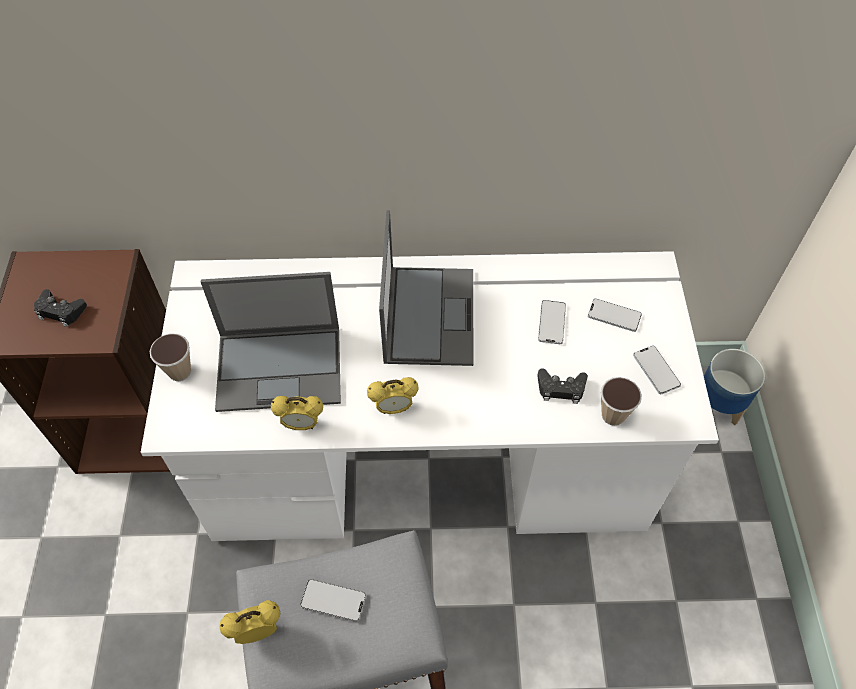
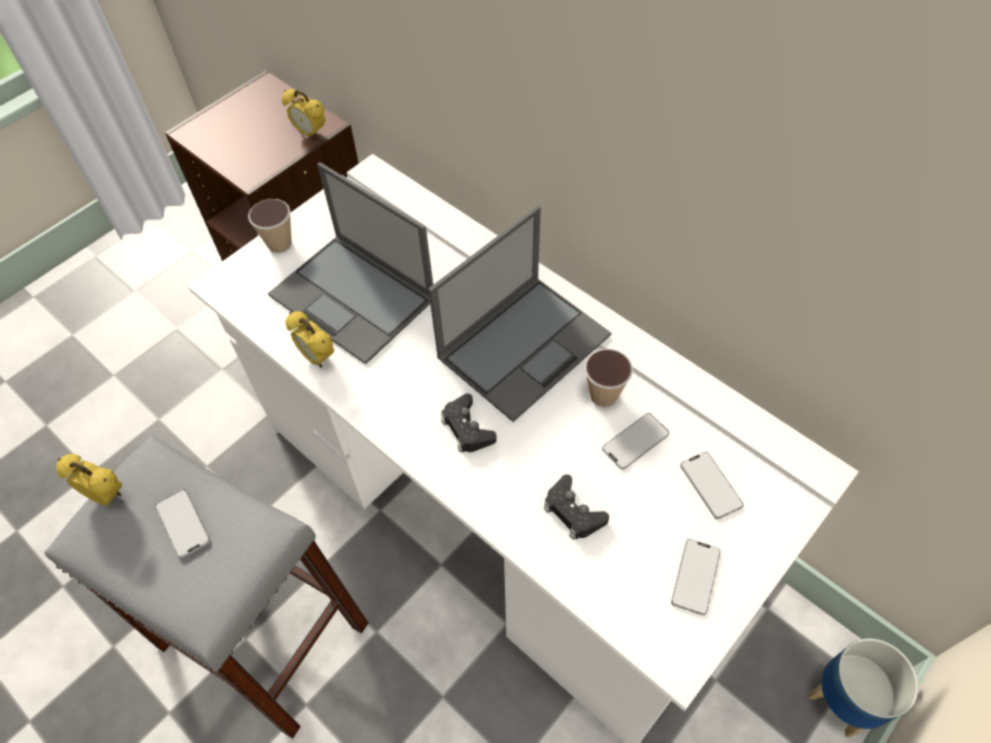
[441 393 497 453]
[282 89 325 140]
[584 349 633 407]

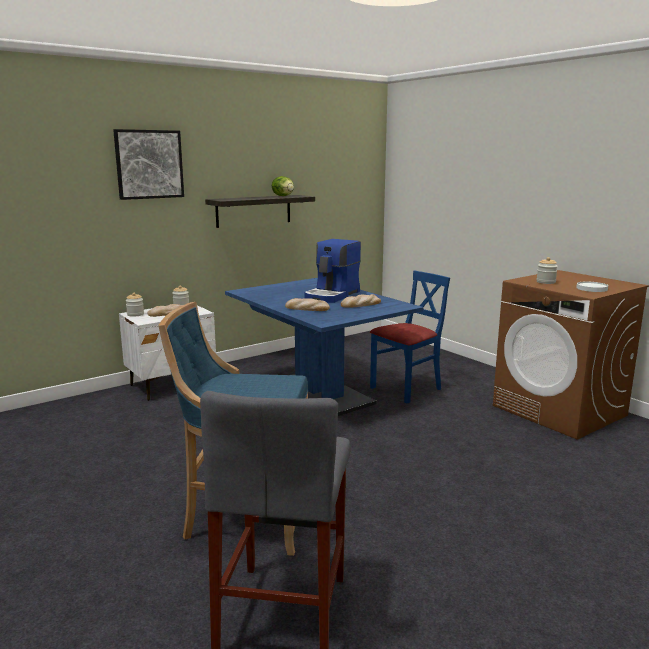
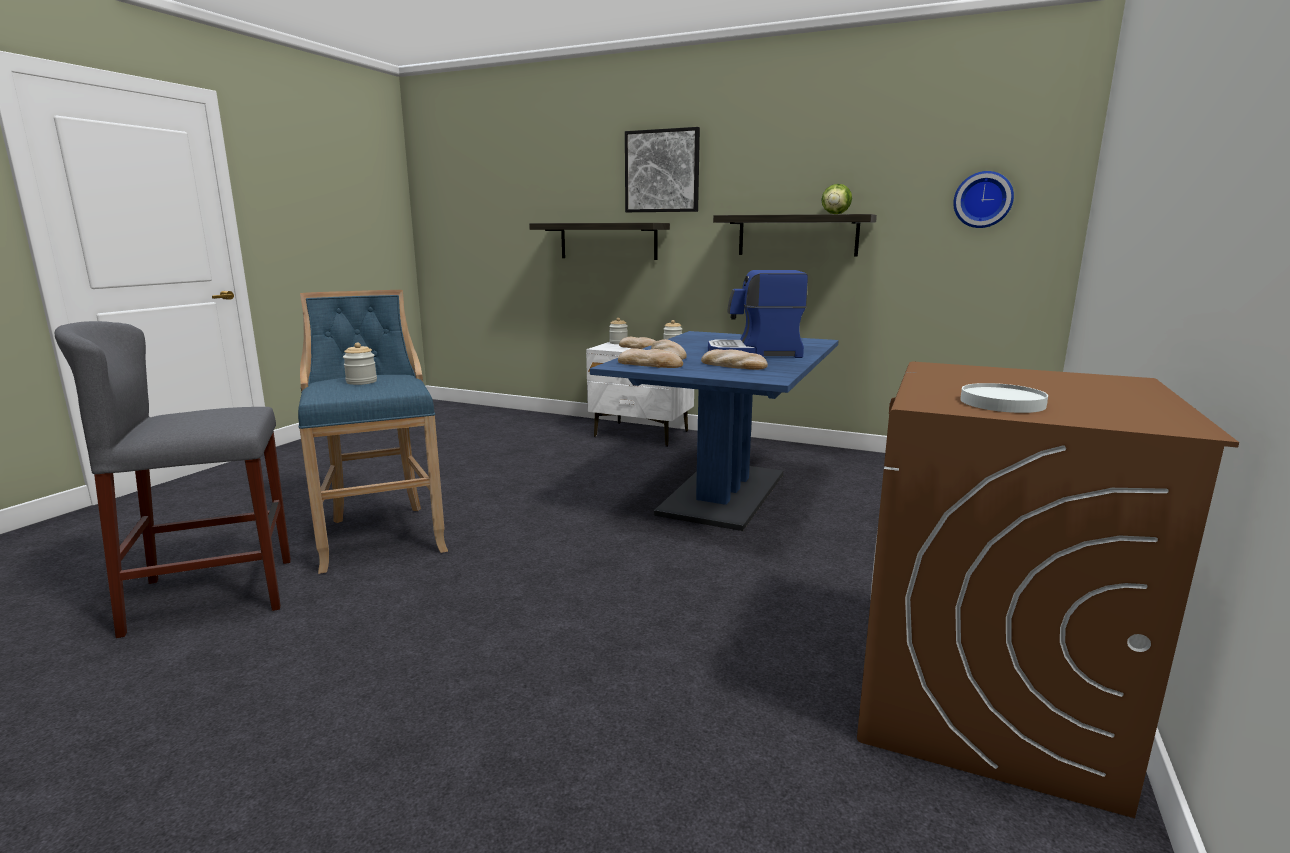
[370 271 450 404] (first image)
[343 342 377 385]
[529 223 670 260]
[618 348 683 368]
[953 171 1014 228]

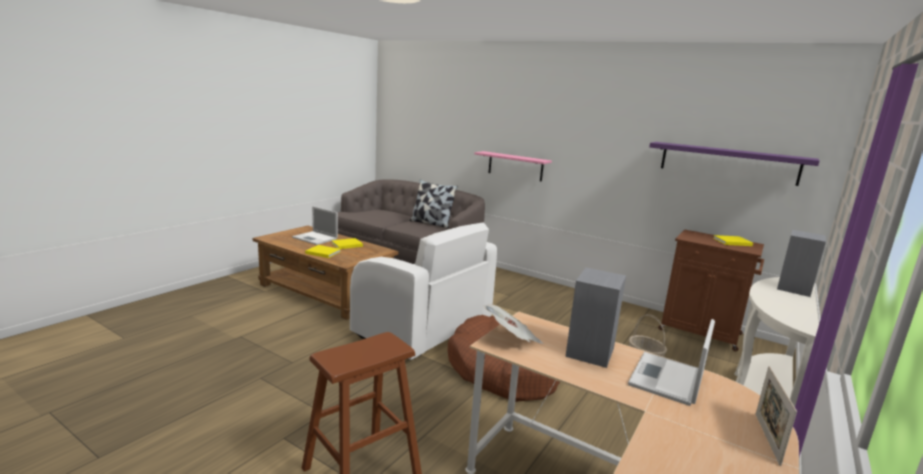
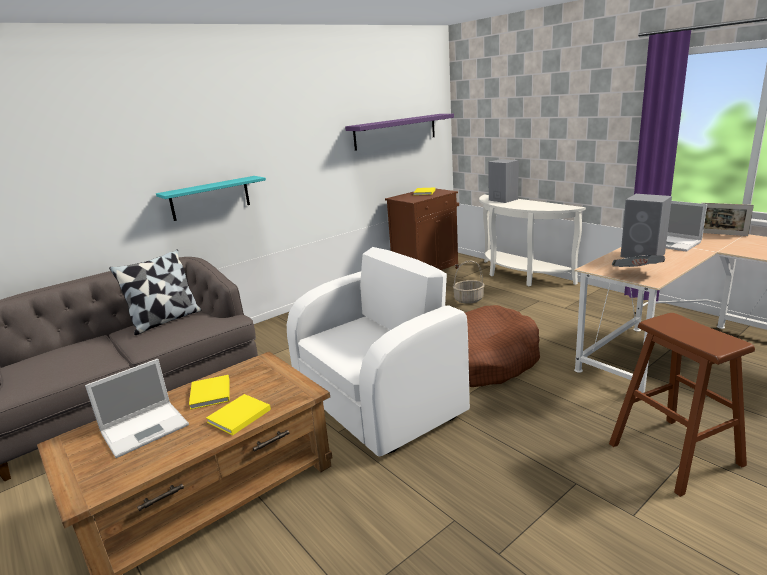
[156 176 266 221]

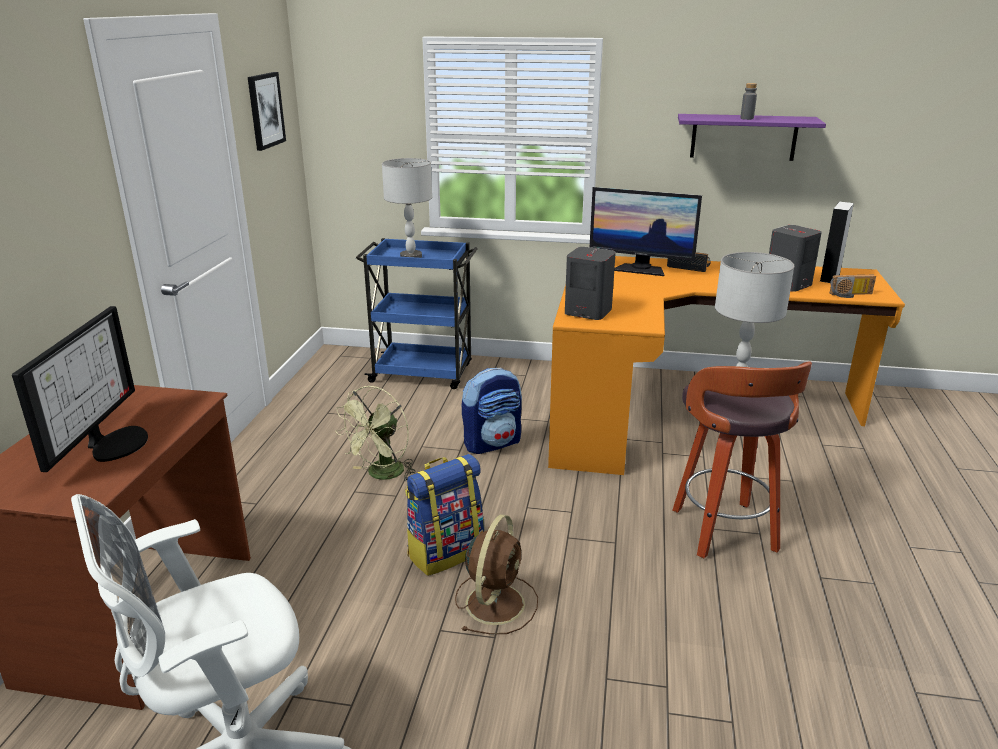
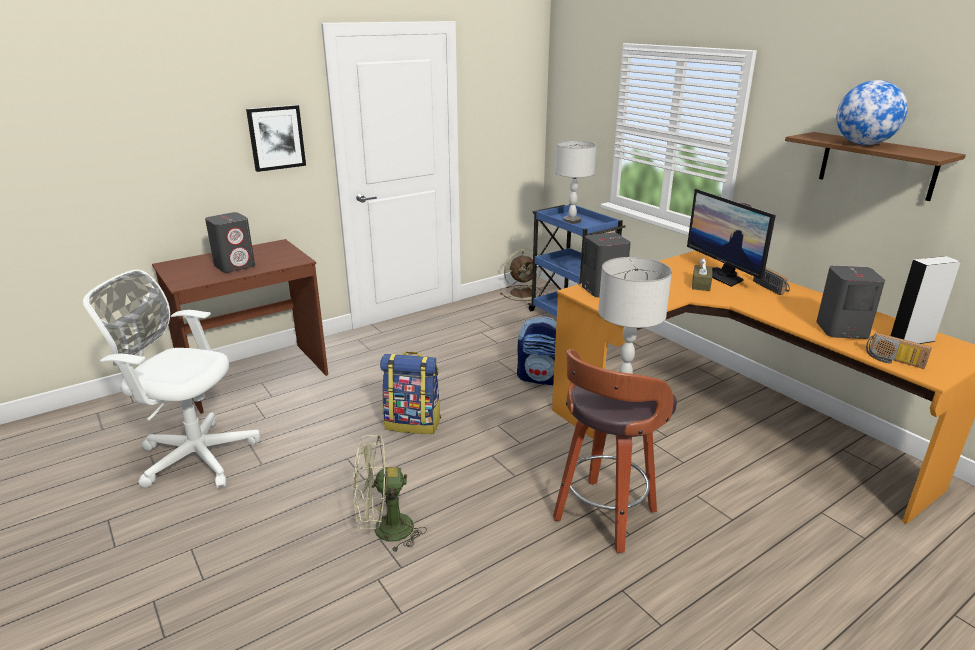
[205 212 255 273]
[246 105 306 172]
[353 435 427 554]
[500 249 544 301]
[785 132 966 201]
[837 80 908 145]
[692 258 712 291]

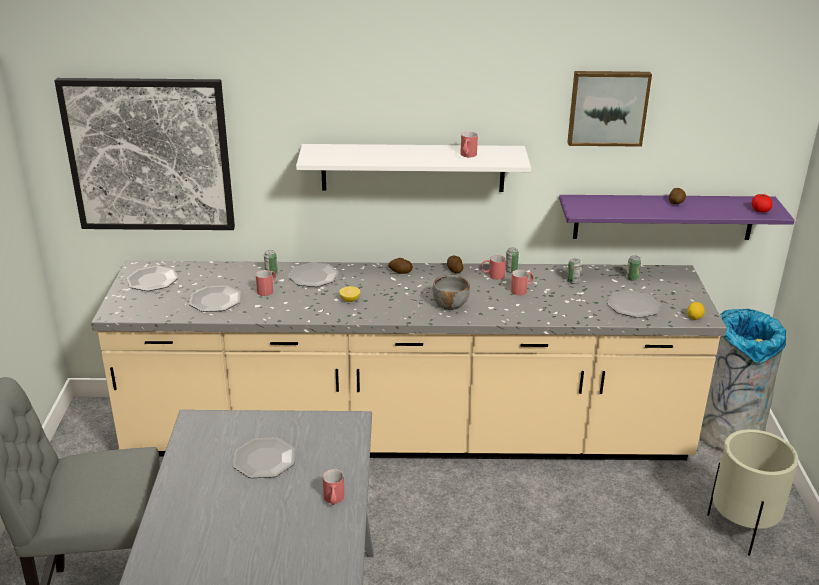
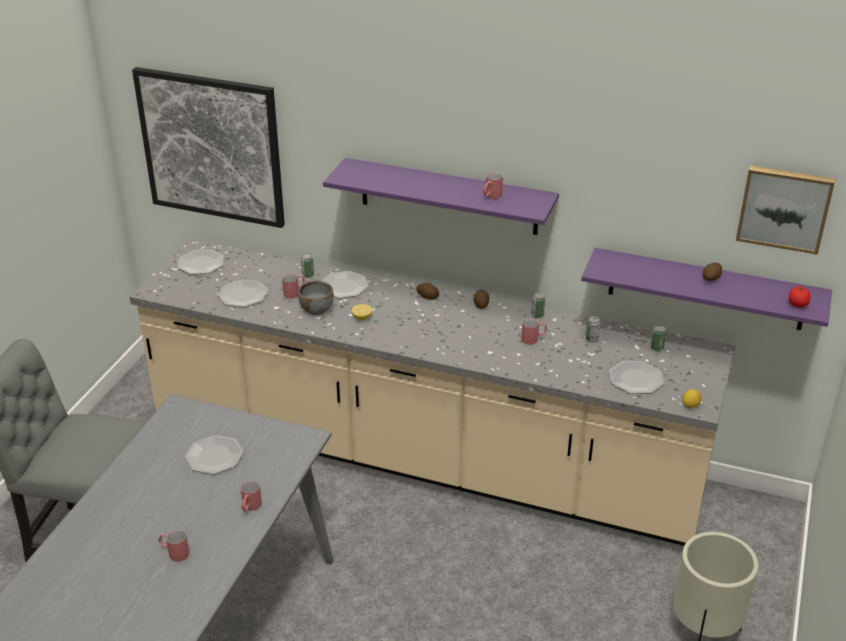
[323 158 559 235]
[298 280 334 315]
[158 529 189 562]
[736 166 835 255]
[700 309 786 450] (first image)

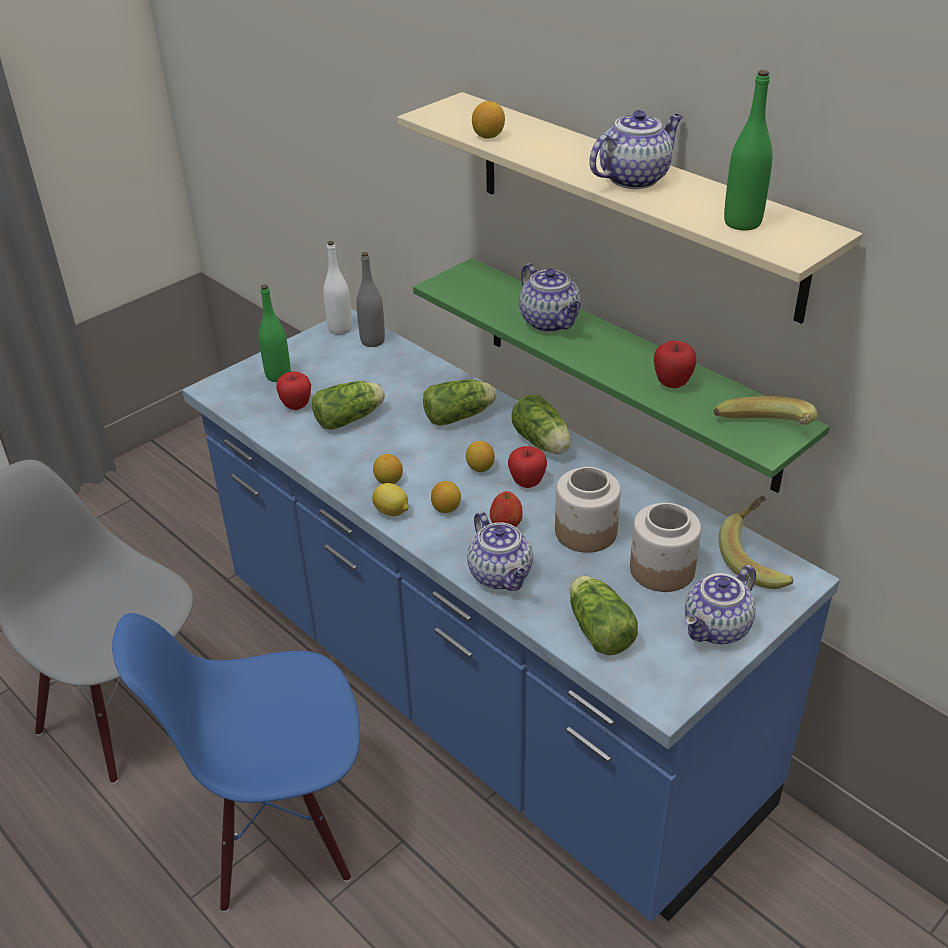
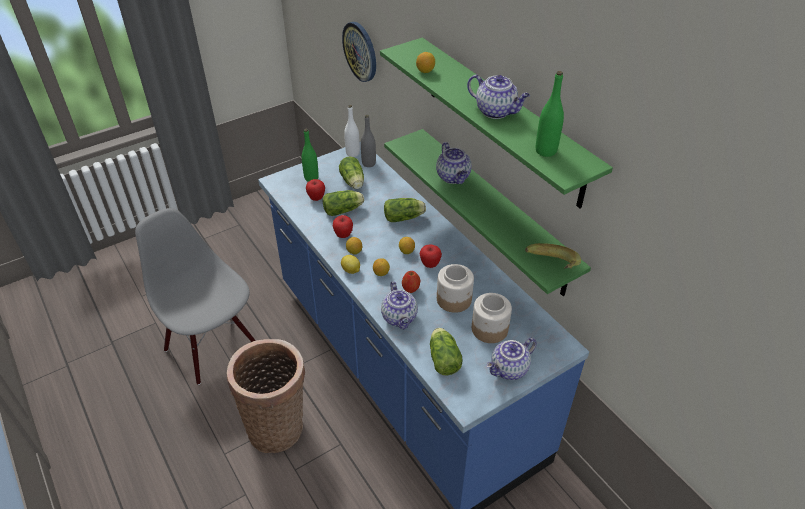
[227 339 305 453]
[380 38 613 208]
[339 156 364 189]
[467 75 530 119]
[333 215 353 238]
[719 495 793 589] (first image)
[342 22 376 82]

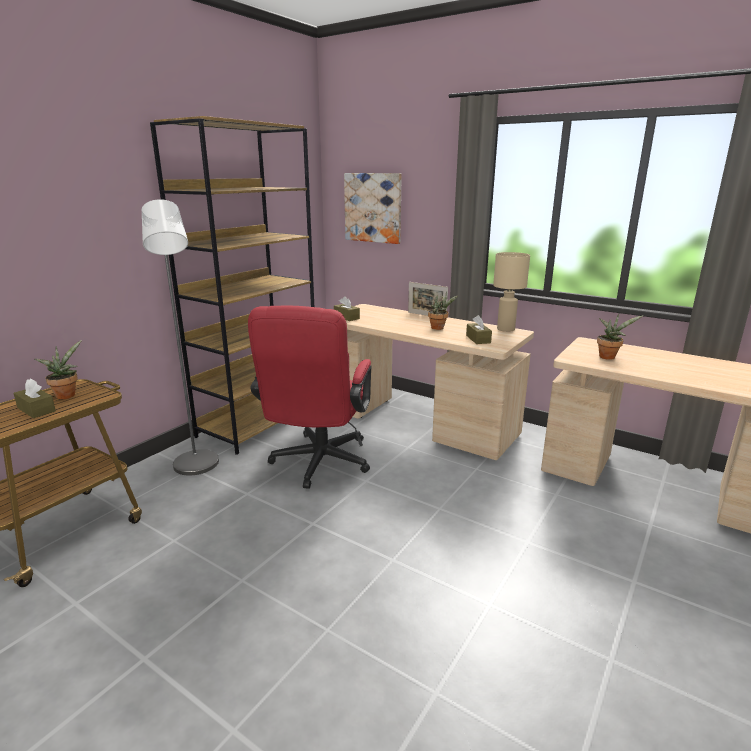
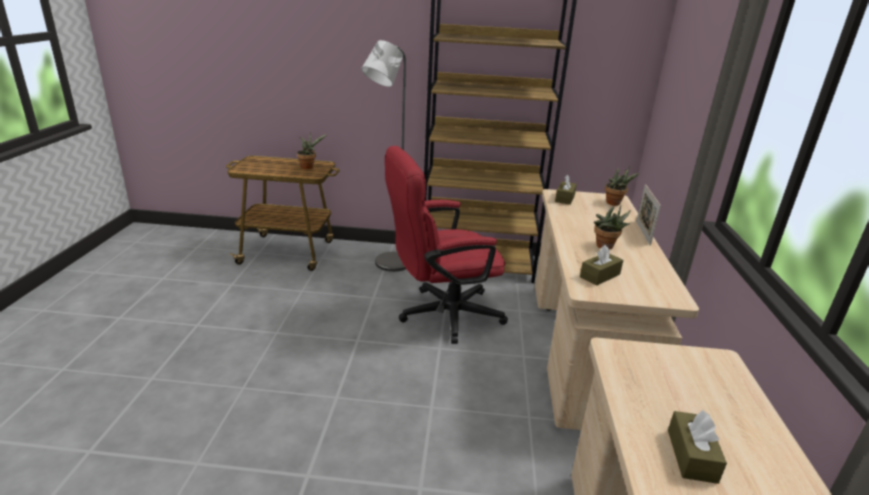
[668 410 727 484]
[344 173 402 244] (first image)
[493 252 530 332] (first image)
[605 166 639 206]

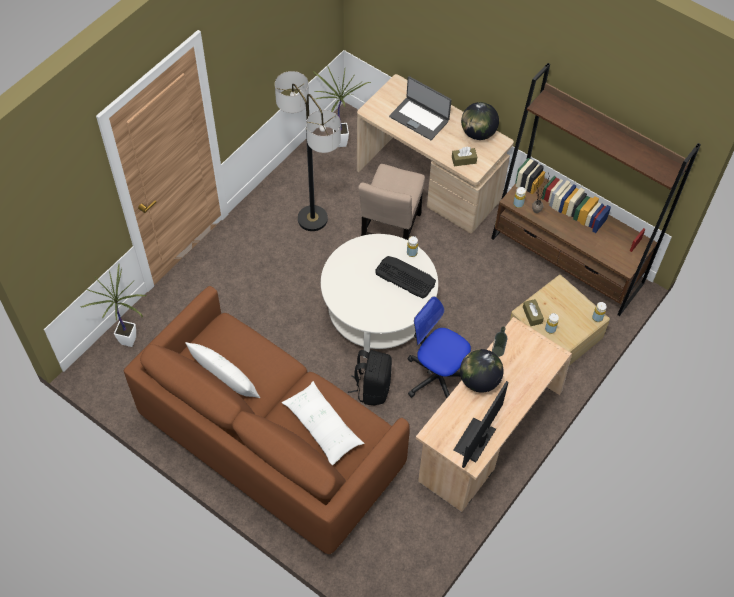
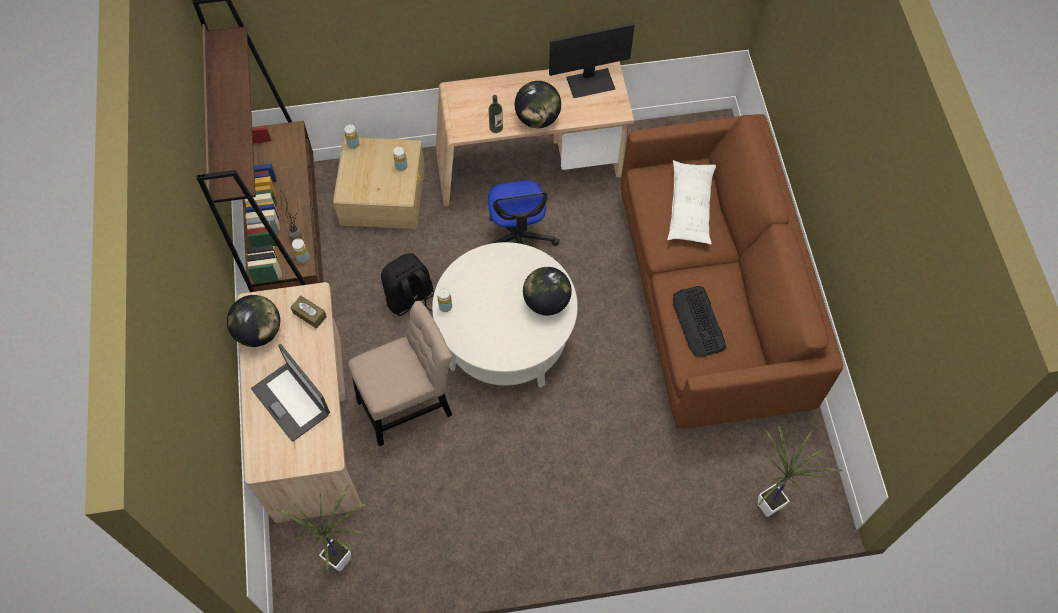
[185 342 260 398] (first image)
[275 71 341 231] (first image)
[381 253 434 316]
[673 286 726 356]
[251 344 330 442]
[523 299 544 326] (first image)
[523 267 572 315]

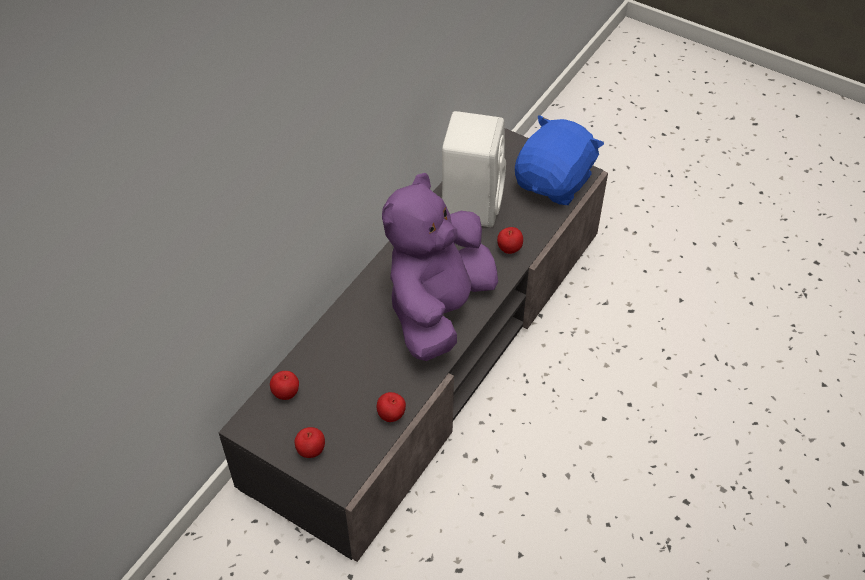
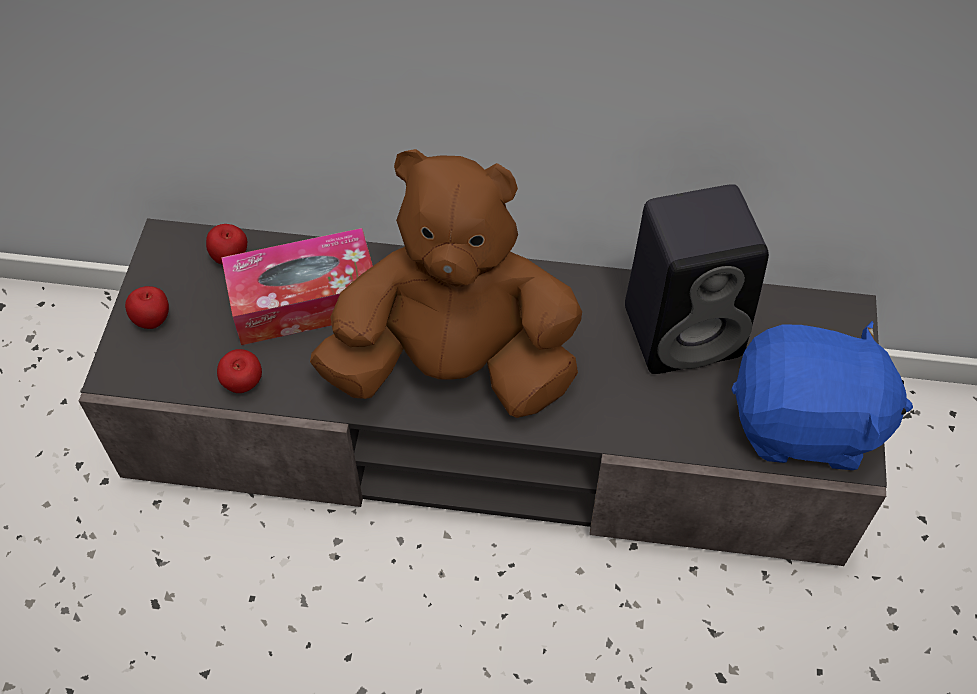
[310 149 582 418]
[625 184 769 374]
[497 227 523 254] (first image)
[221 228 373 345]

